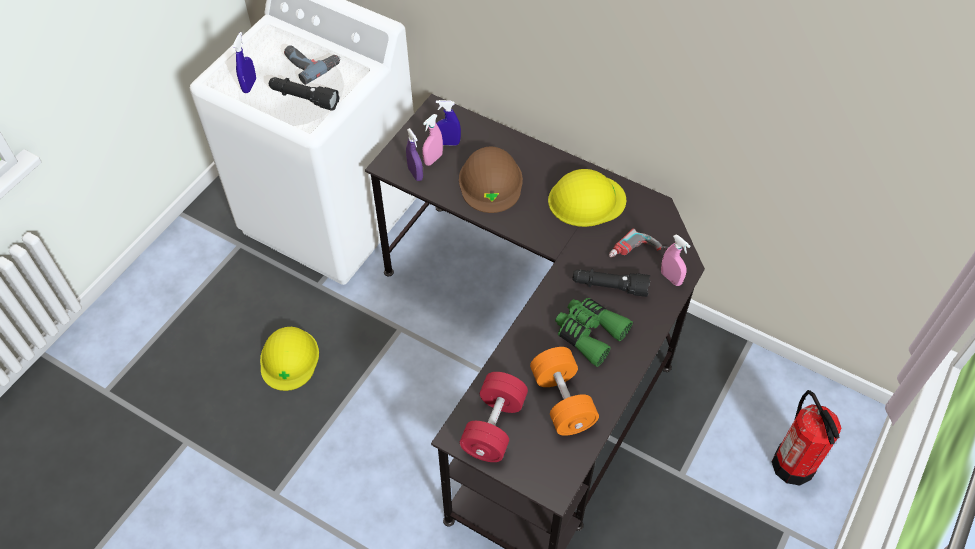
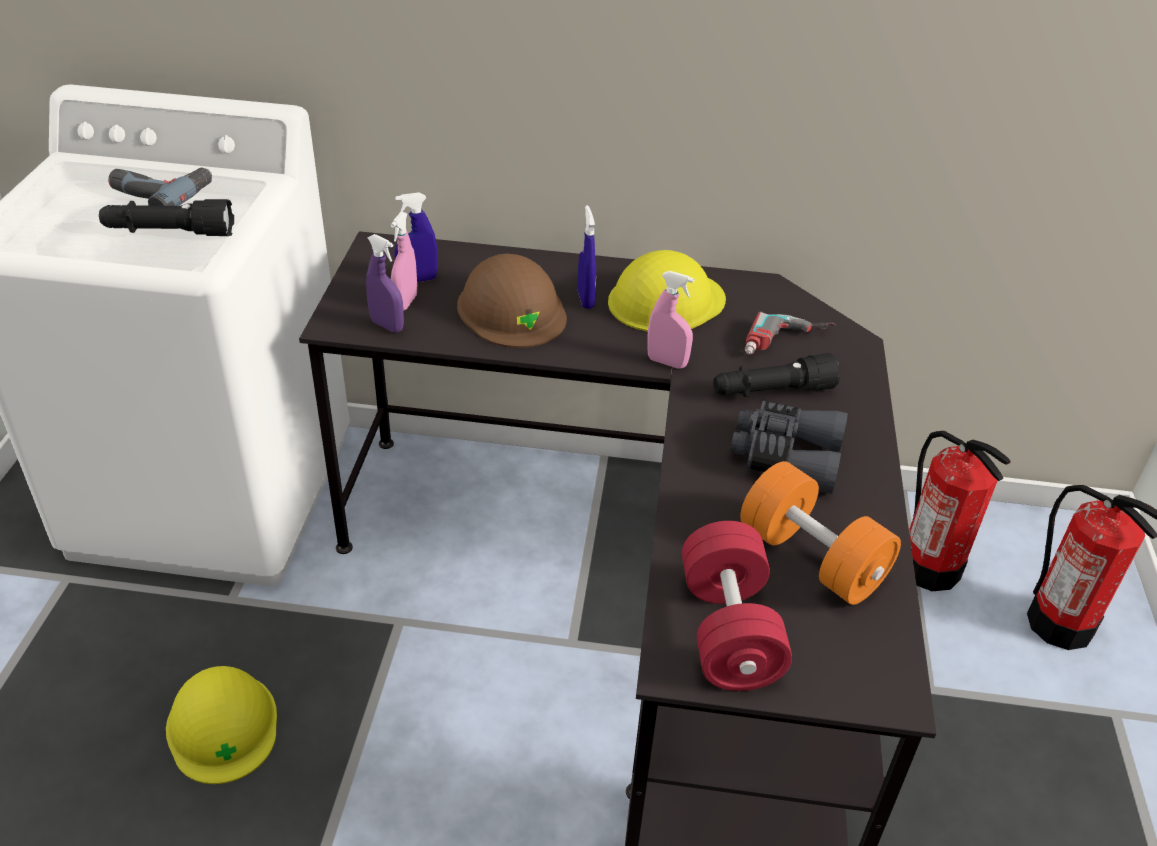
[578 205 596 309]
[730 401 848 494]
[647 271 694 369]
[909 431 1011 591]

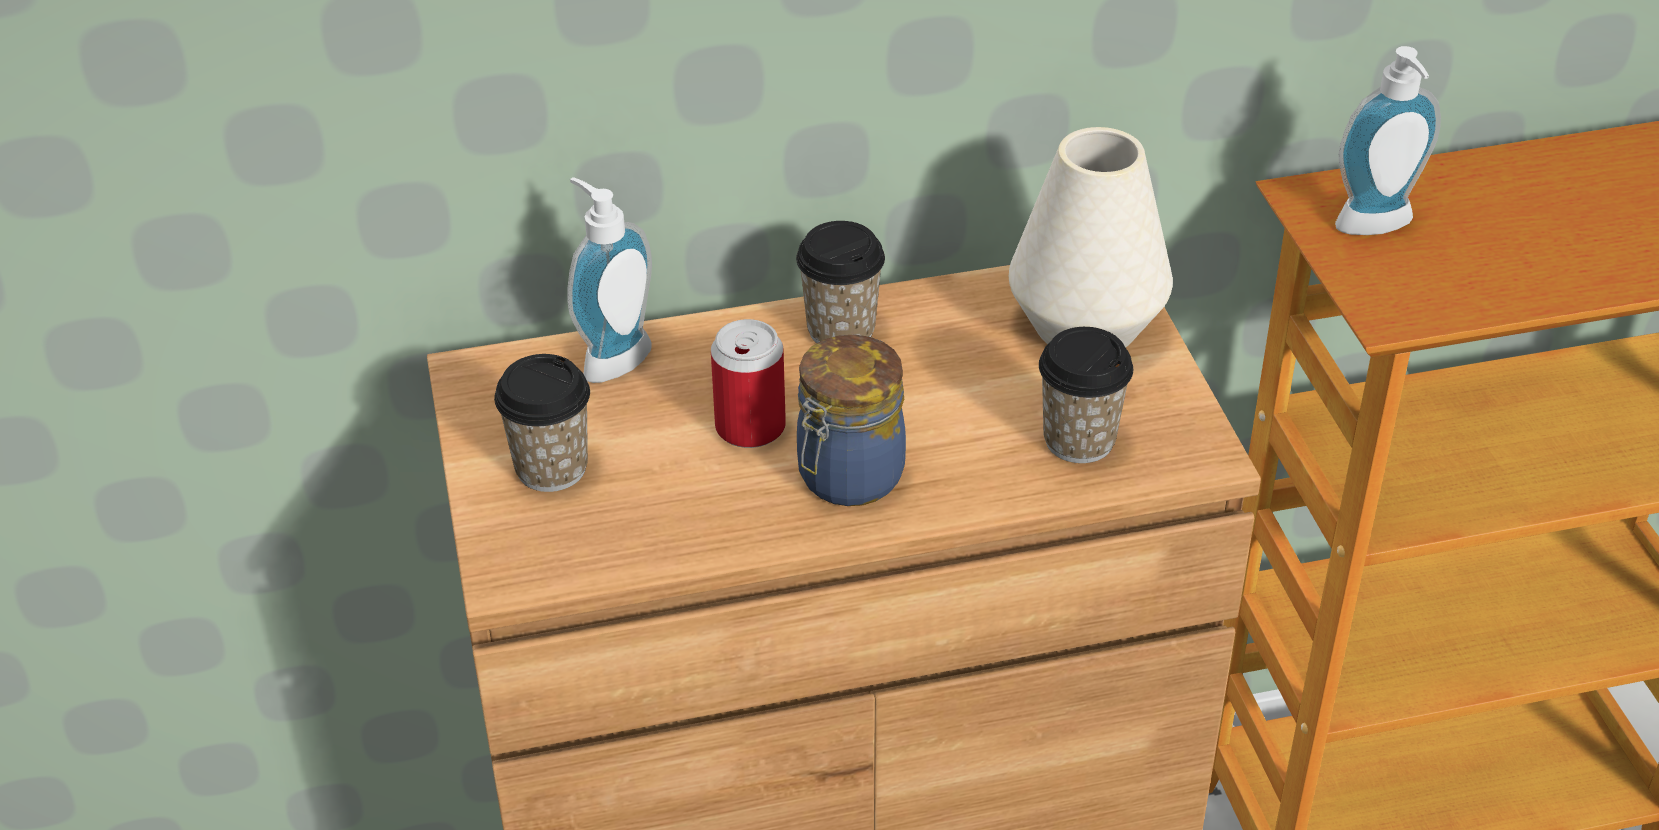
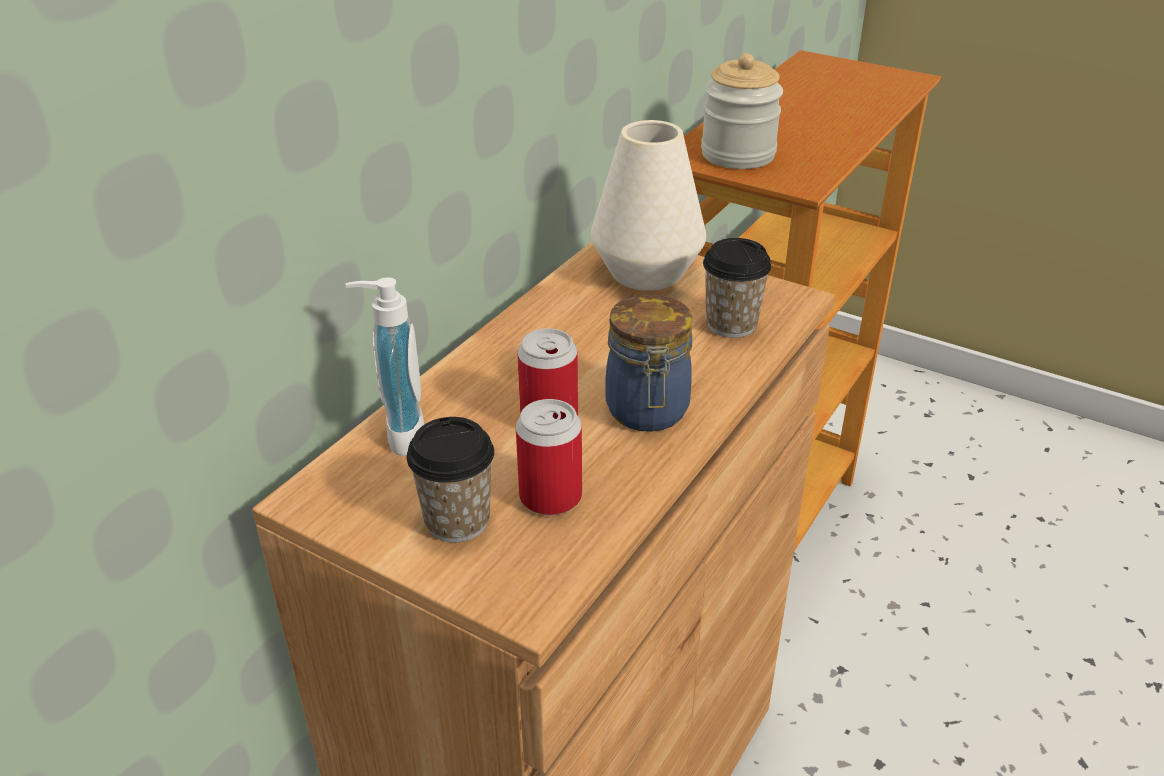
[796 221 885 343] (first image)
[701 53 783 169]
[516 399 582 515]

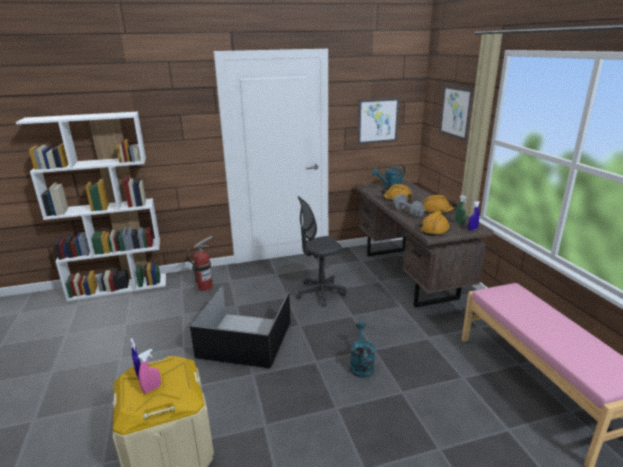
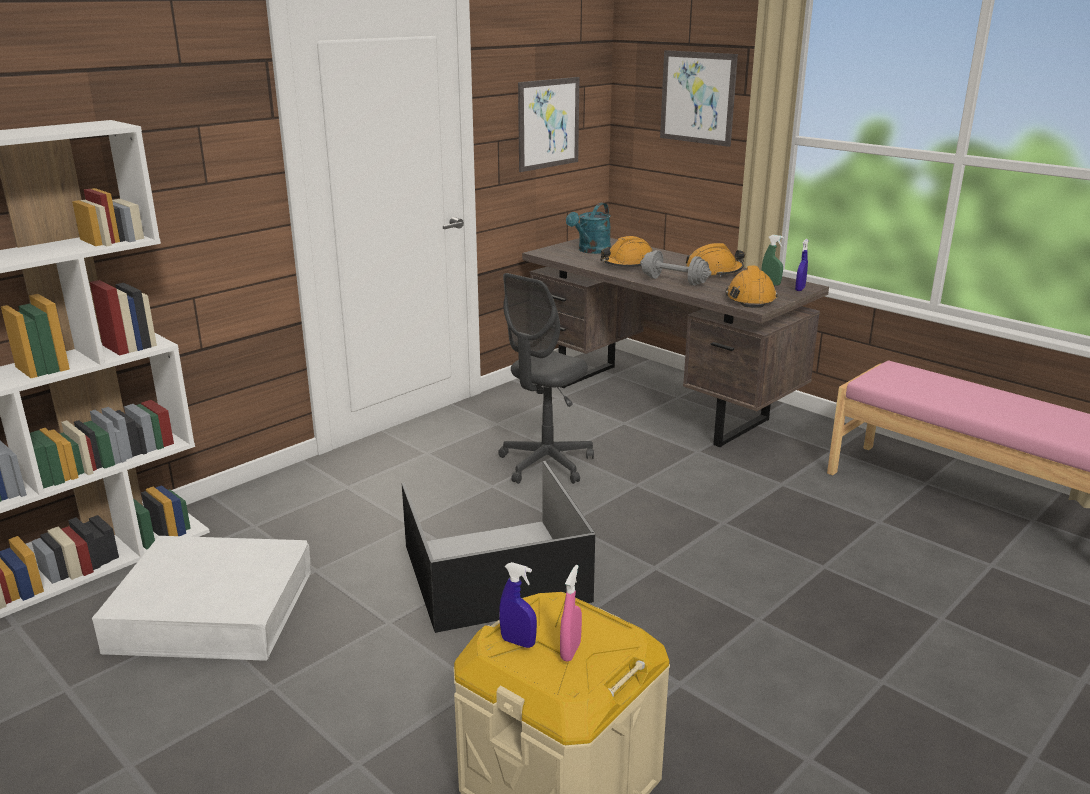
[186 236 213 291] (first image)
[350 322 375 378] (first image)
[92 536 311 661]

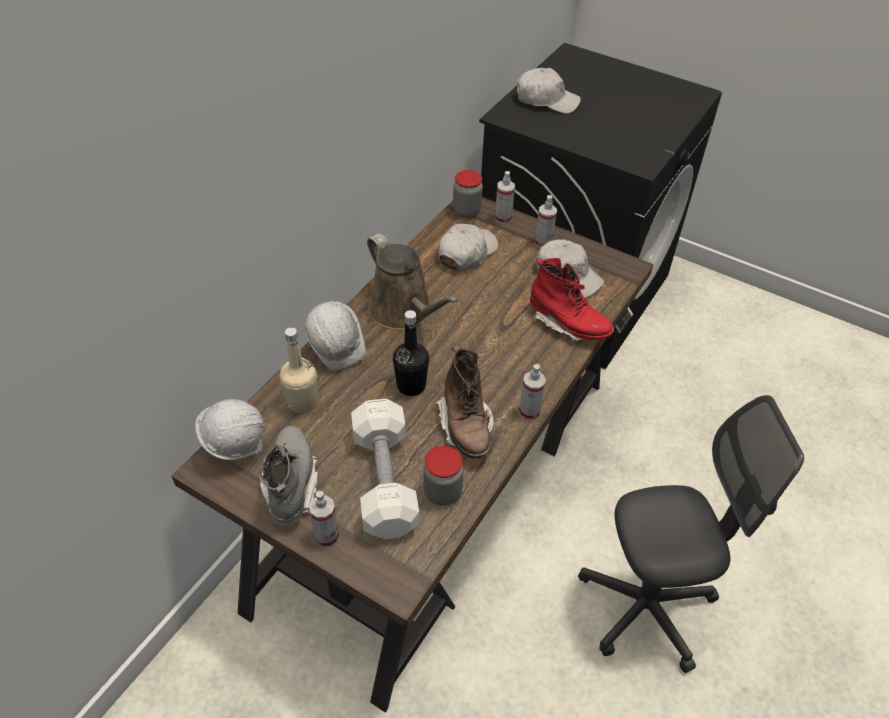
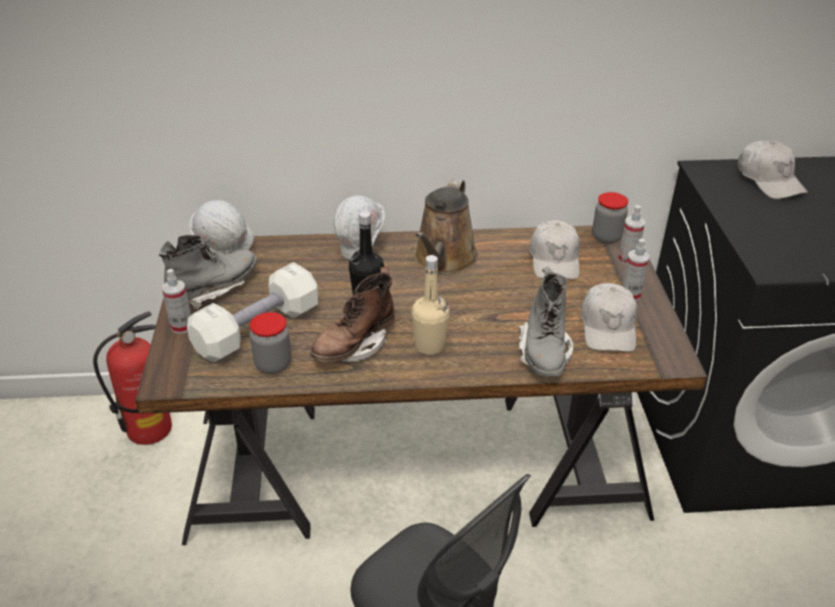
[412 255 450 355]
[529 220 580 279]
[519 364 546 420] (first image)
[518 267 573 376]
[93 311 172 445]

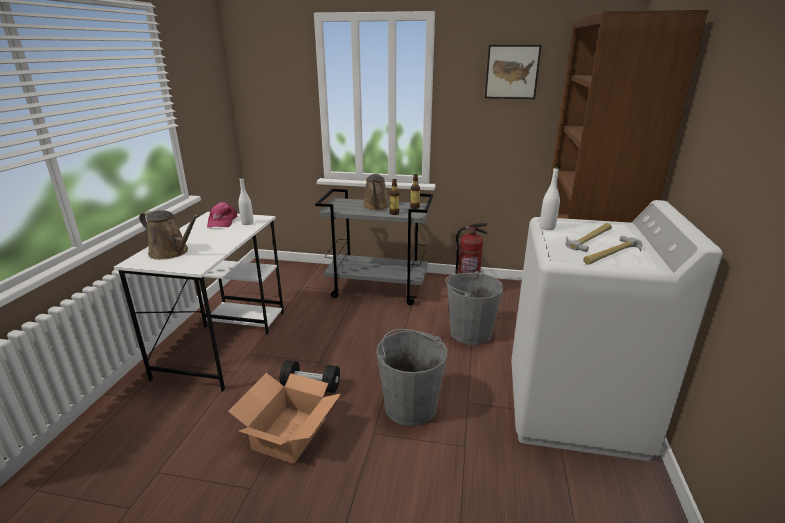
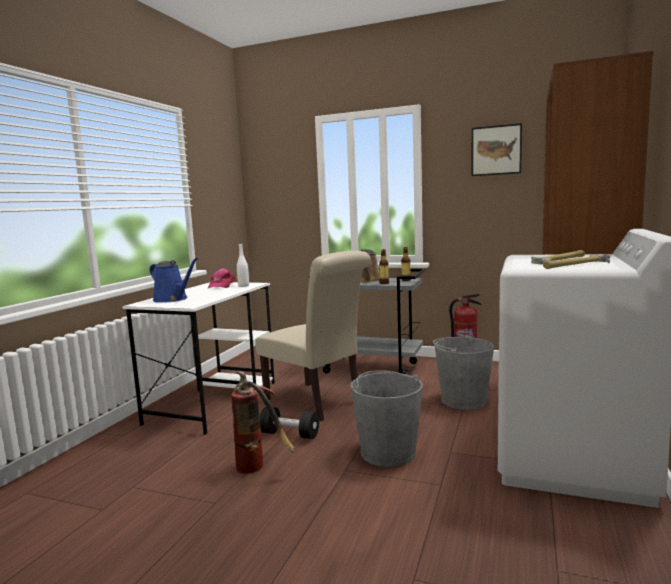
[150 258 198 303]
[231 370 294 474]
[540 167 560 230] (first image)
[255 251 371 421]

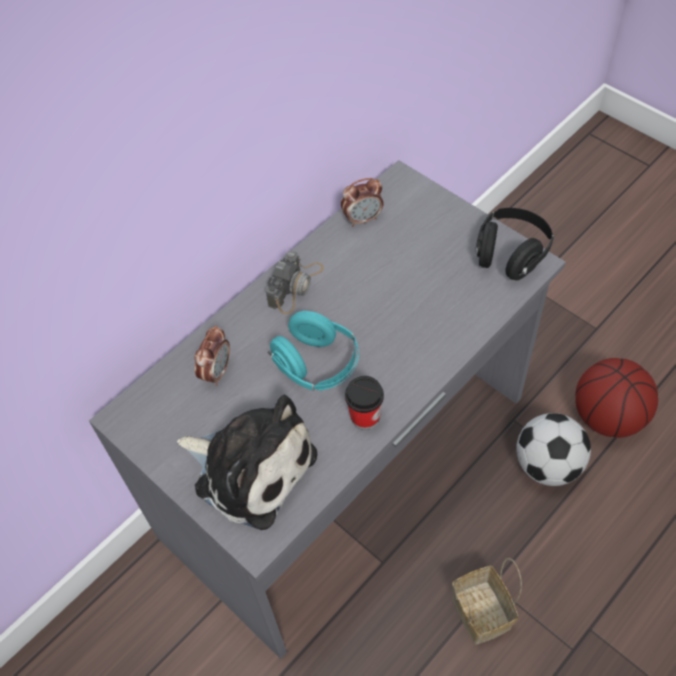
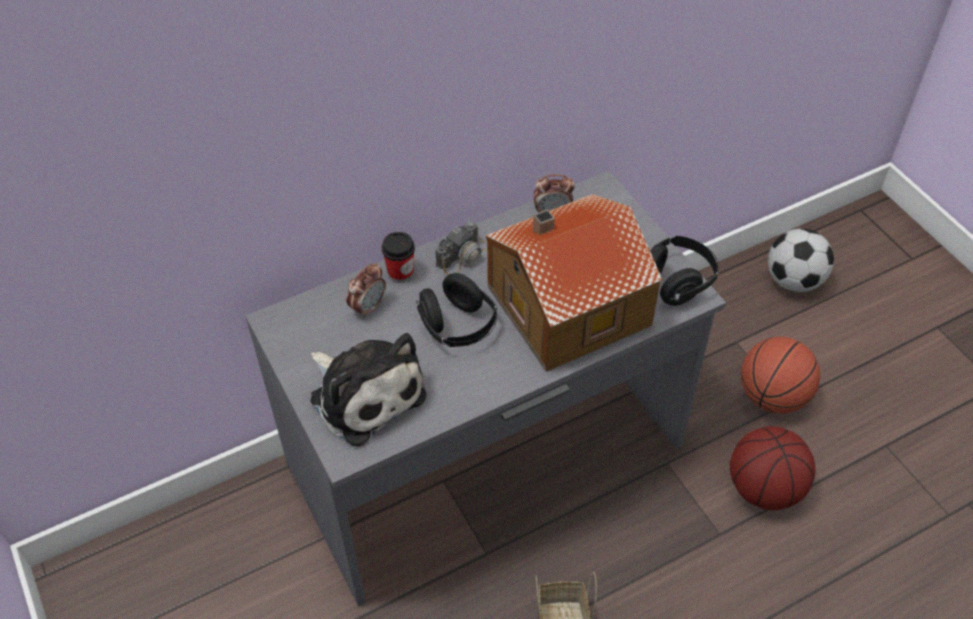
[416 273 497 347]
[382 232 415 283]
[768 229 834 292]
[486 194 663 372]
[741 337 820 414]

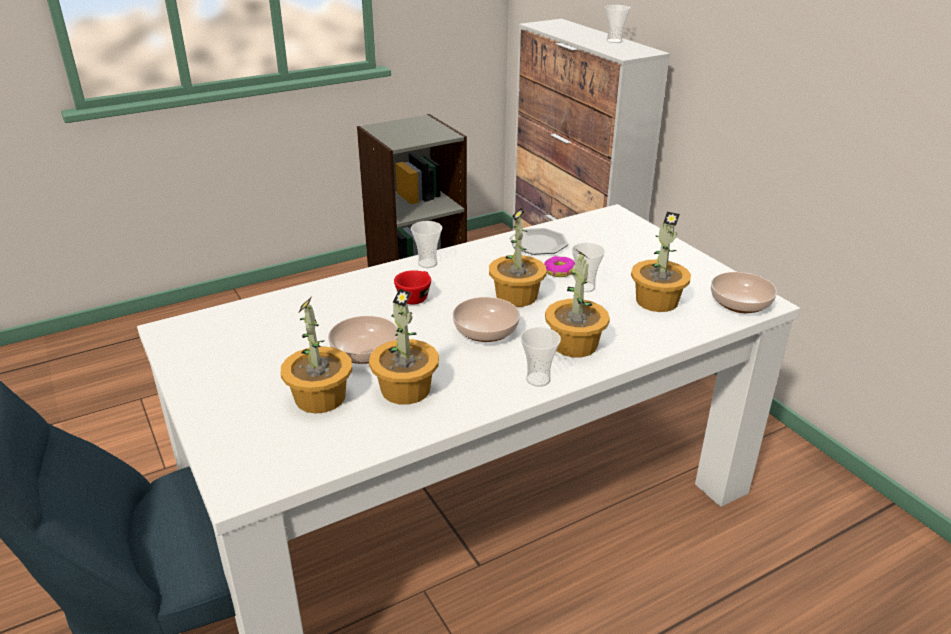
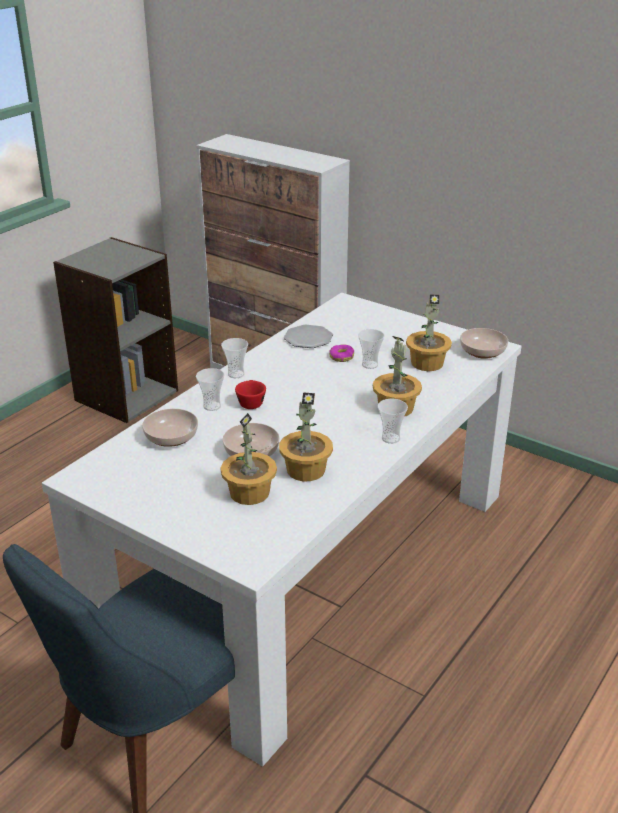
[142 409 198 447]
[489 207 547 307] (first image)
[196 368 225 411]

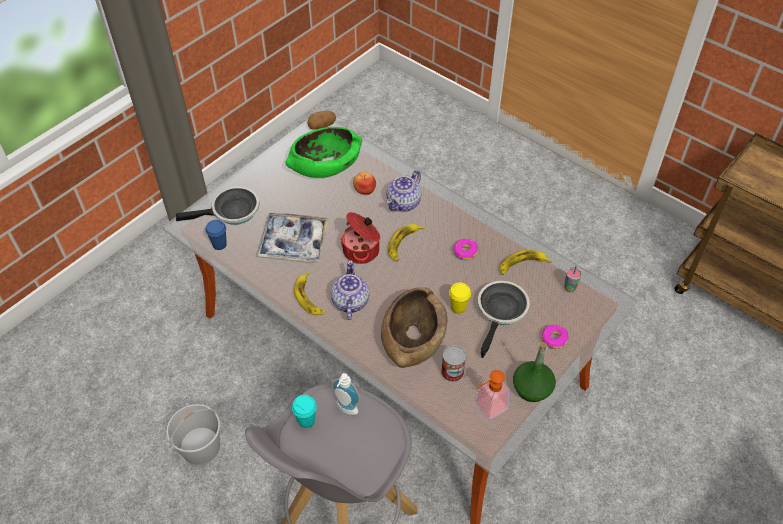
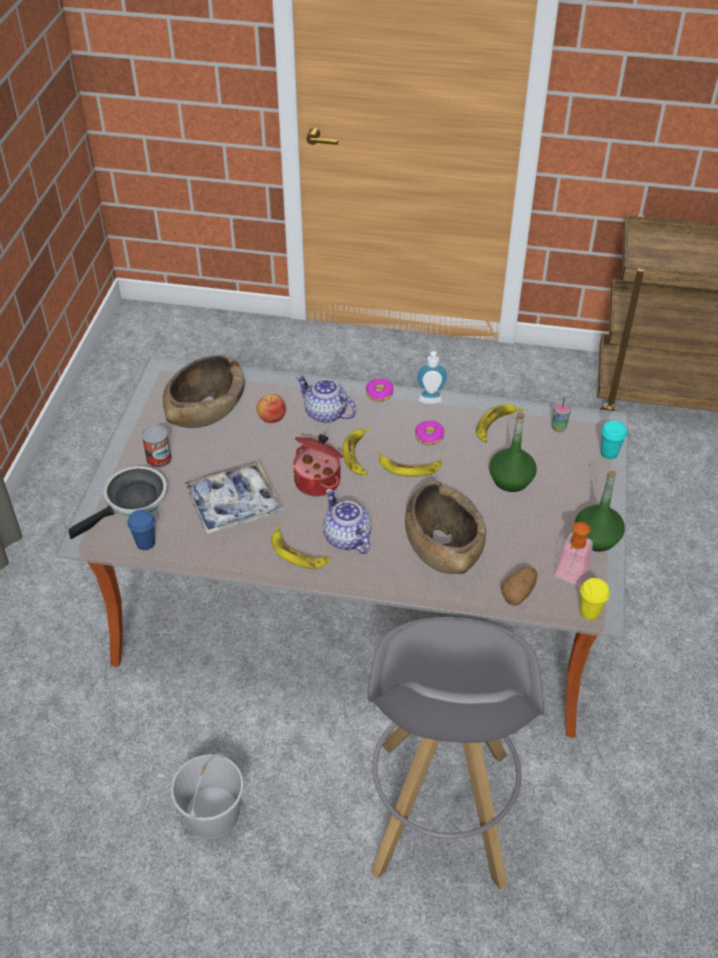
[163 355 245 428]
[601 421 627 459]
[501 567 537 606]
[415 351 449 404]
[296 375 356 423]
[142 425 172 468]
[580 578 610 620]
[489 412 537 492]
[366 378 394 402]
[378 452 442 477]

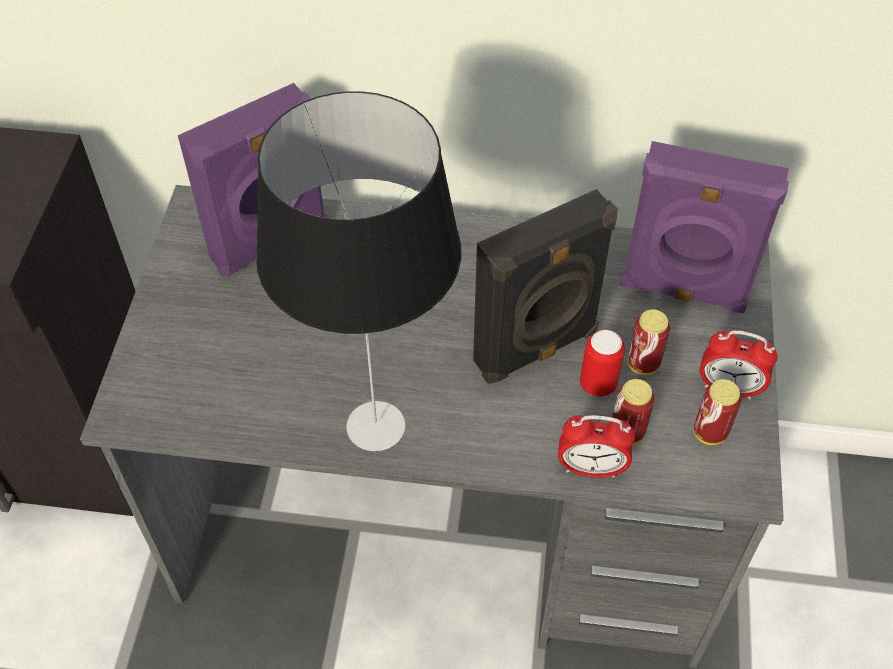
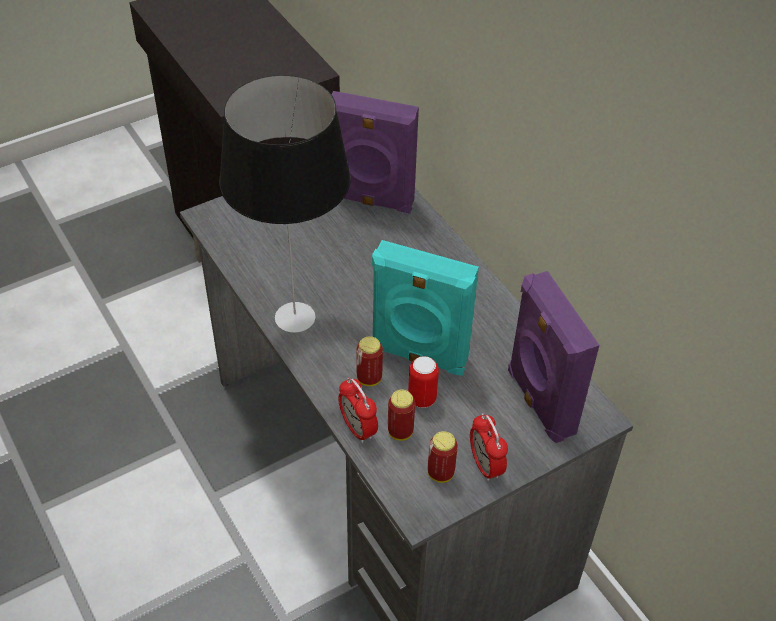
[372 240 479 376]
[356 336 383 386]

